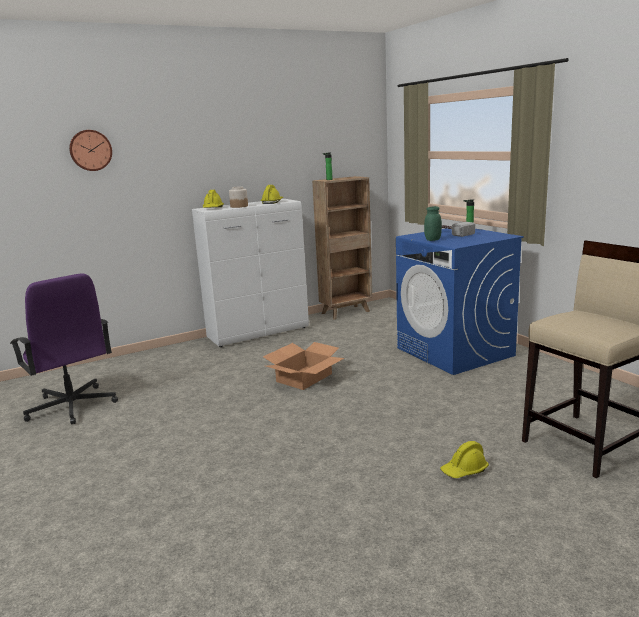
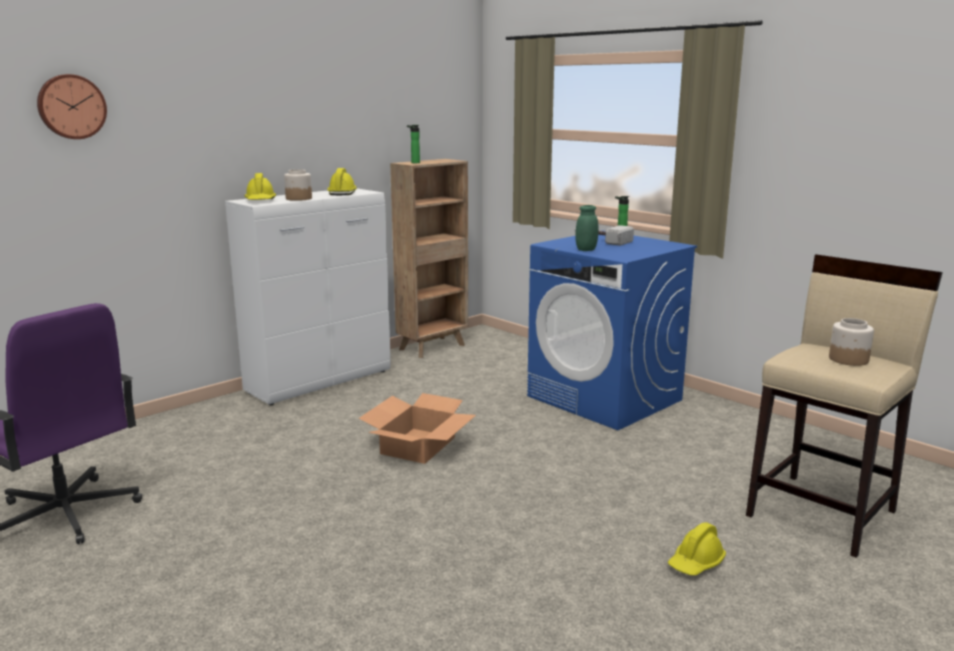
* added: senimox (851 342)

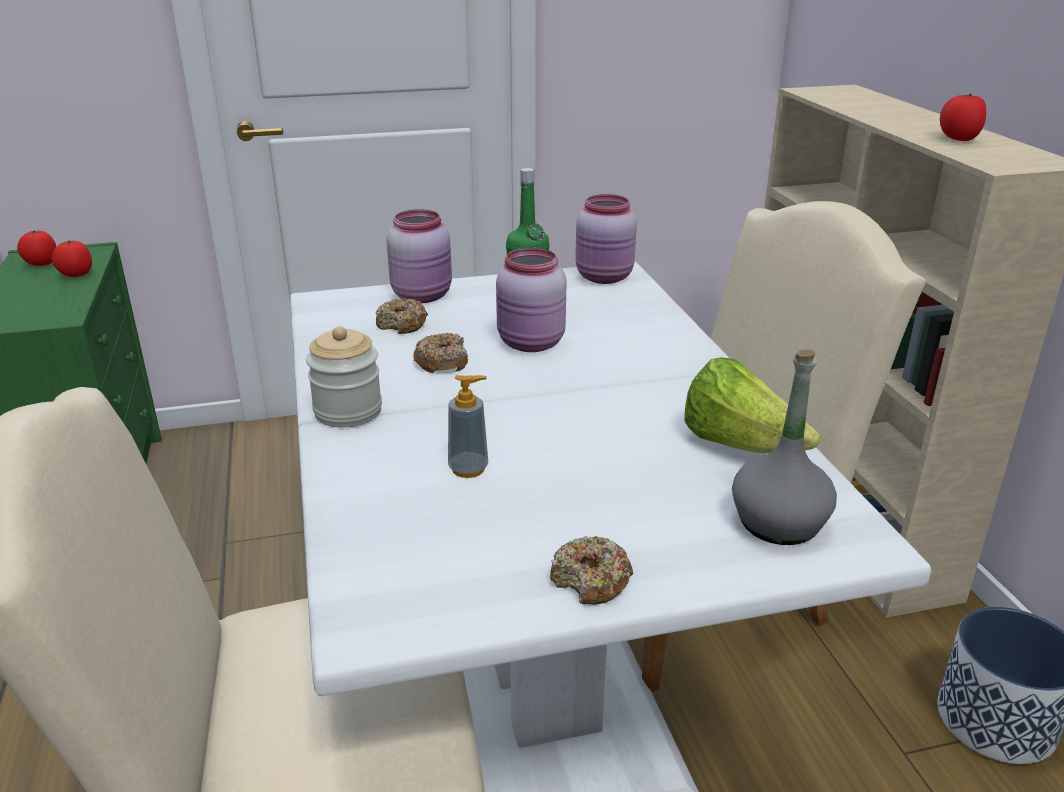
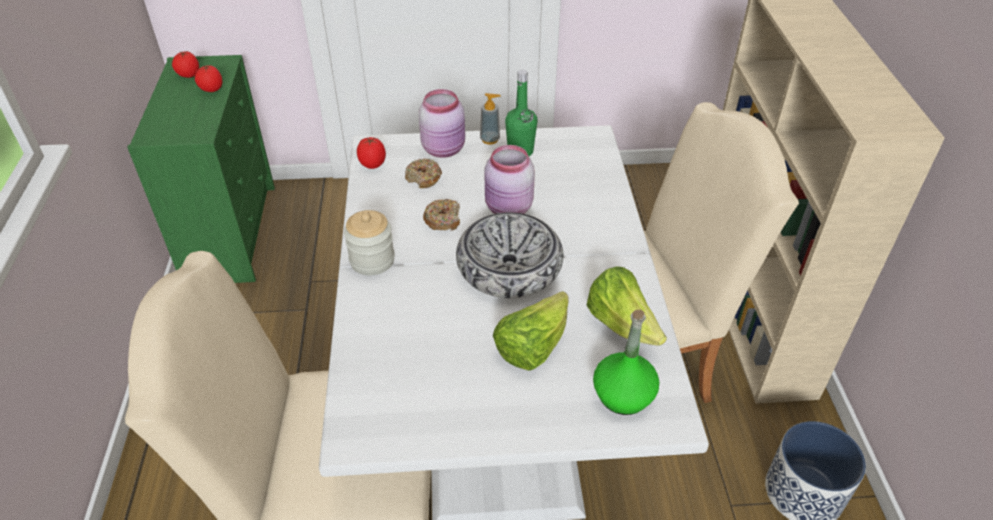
* moved: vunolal (963 117) to (371 153)
* added: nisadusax (509 255)
* moved: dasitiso (468 426) to (490 119)
* added: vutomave (531 331)
* recoloured: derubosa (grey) (784 447) to derubosa (green) (626 362)
* removed: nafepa (591 570)
* removed: senimox (pink) (606 239)

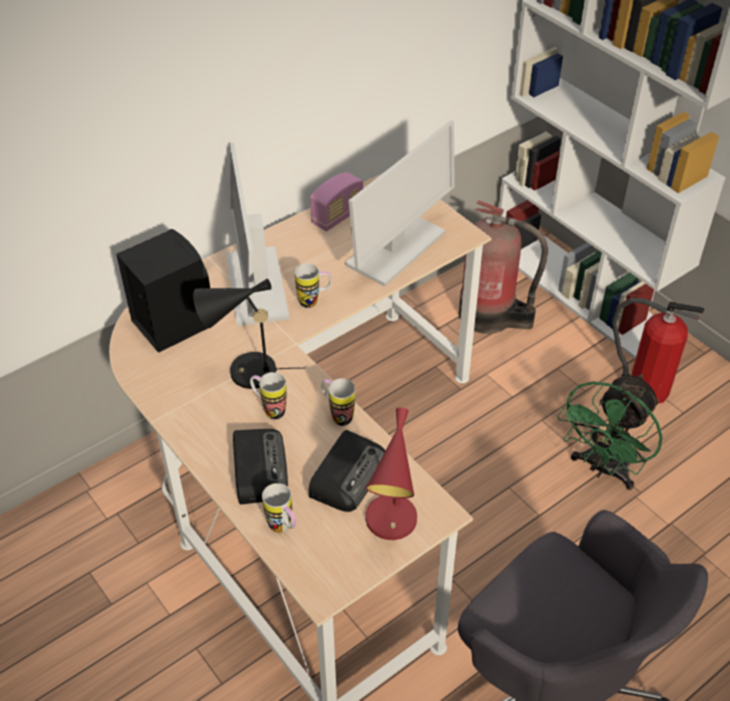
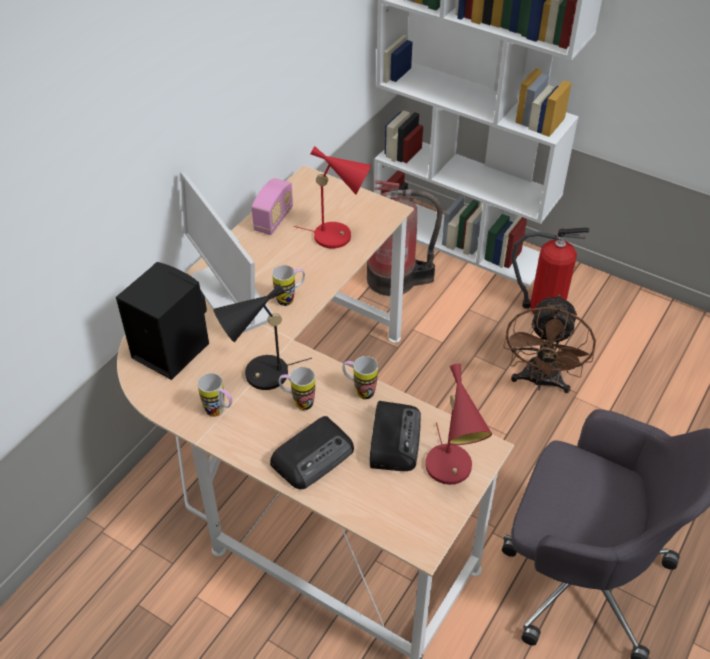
* moved: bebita (279 508) to (214 395)
* turned: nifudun (260 467) = (312 452) 75 degrees clockwise
* replaced: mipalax (400 203) to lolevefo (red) (332 197)
* recoloured: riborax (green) (610 432) to riborax (brown) (549 343)

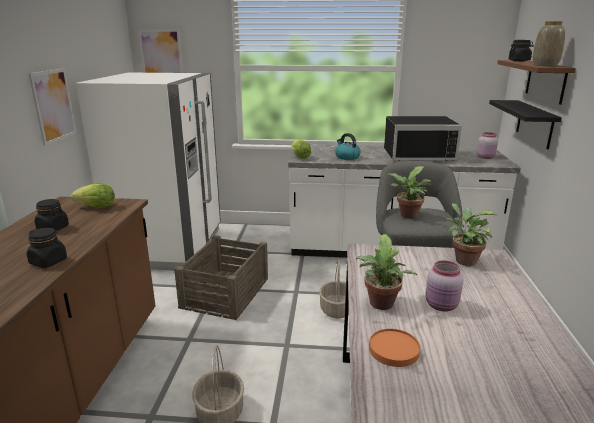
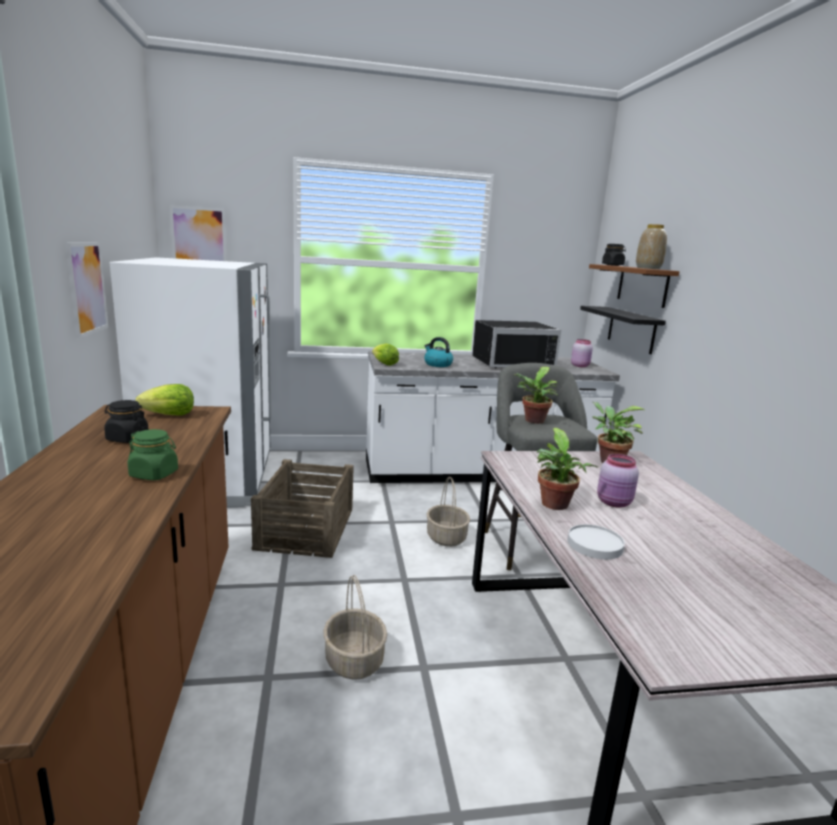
* recoloured: senimox (black) (47 248) to senimox (green) (153 454)
* recoloured: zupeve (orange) (394 348) to zupeve (white) (596 541)

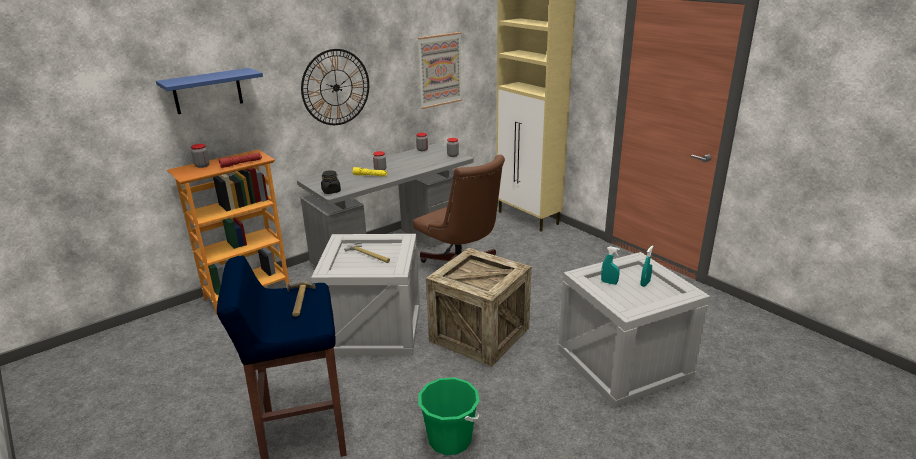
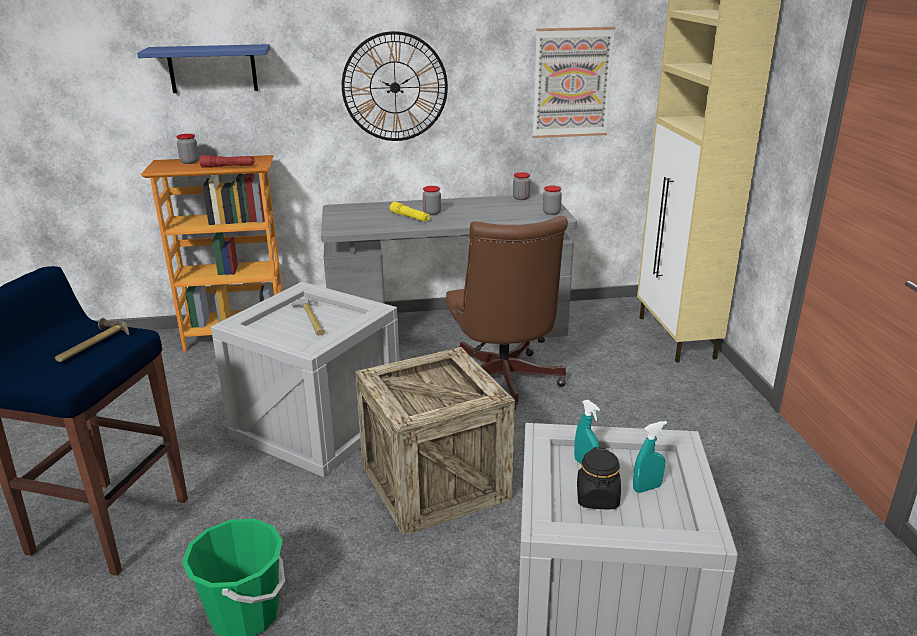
* moved: senimox (black) (331 182) to (599 478)

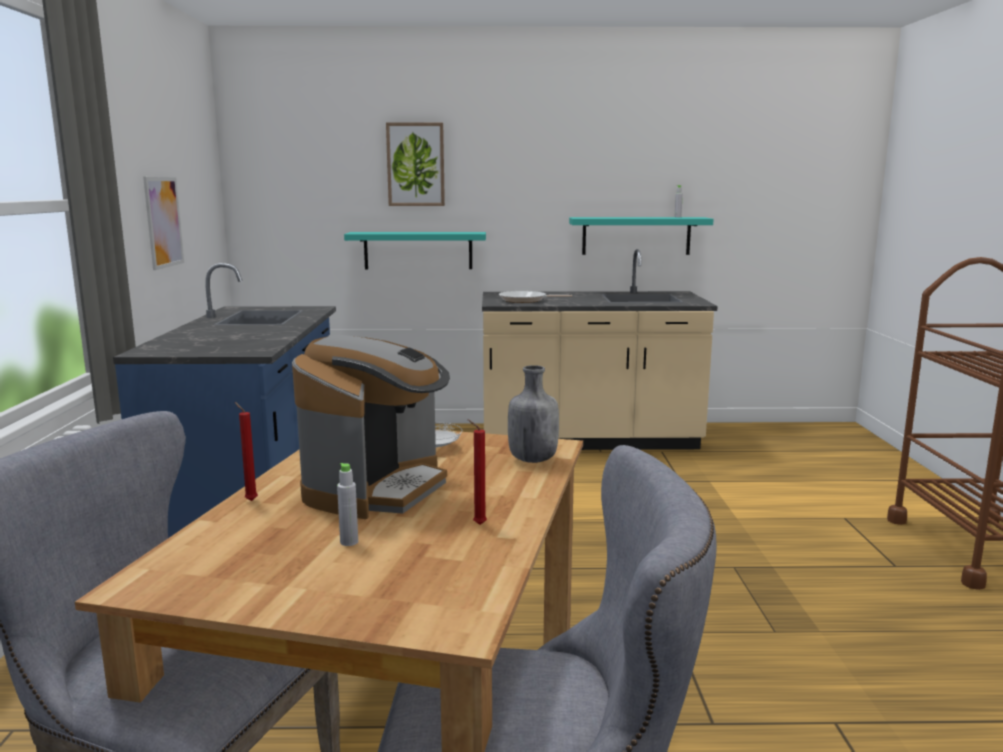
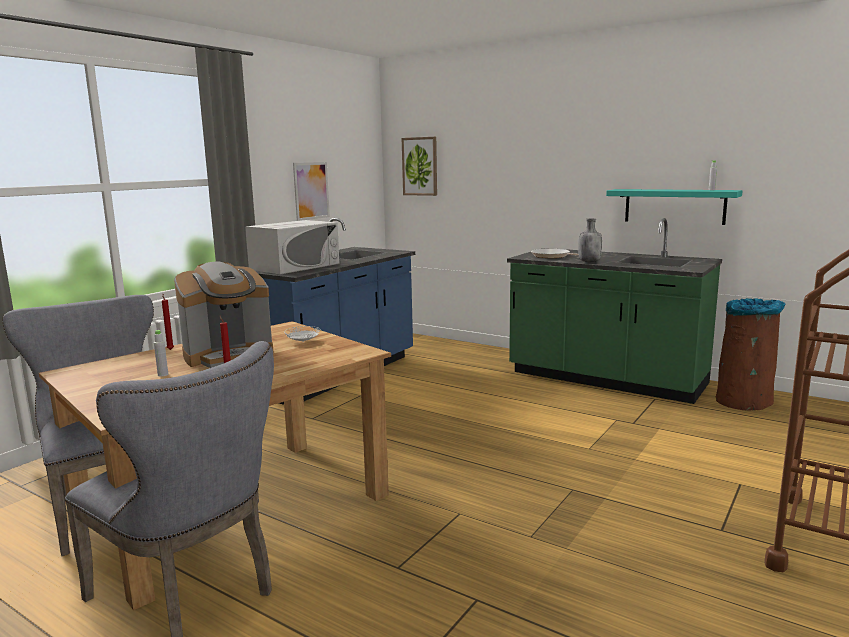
* added: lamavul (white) (292 247)
* moved: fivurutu (415 164) to (419 166)
* recoloured: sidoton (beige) (600 349) to sidoton (green) (614 311)
* moved: derubosa (grey) (533 414) to (590 240)
* added: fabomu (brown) (751 354)
* removed: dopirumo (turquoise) (415 250)

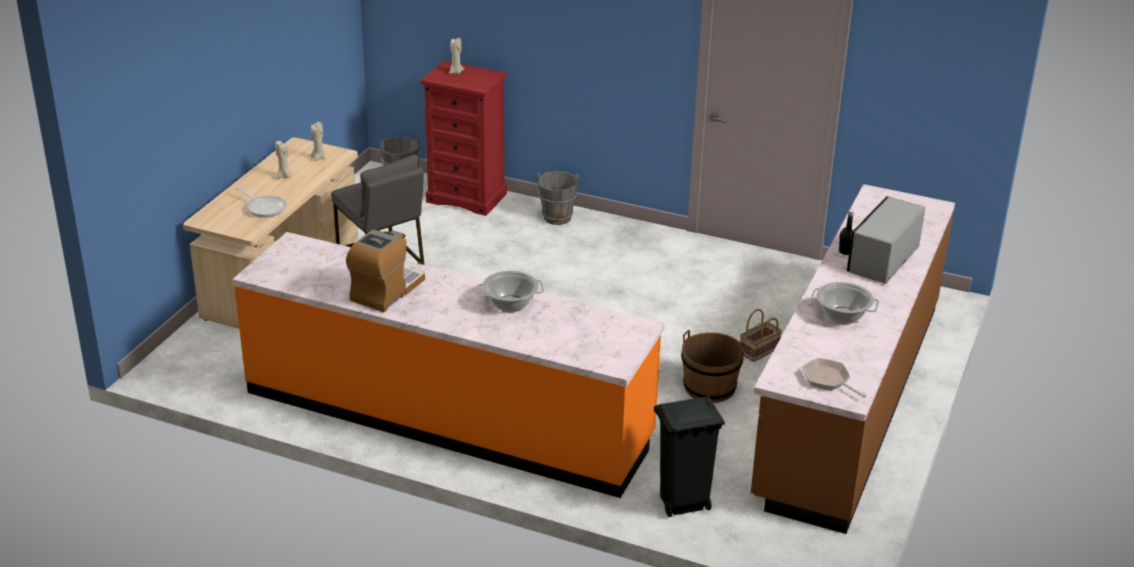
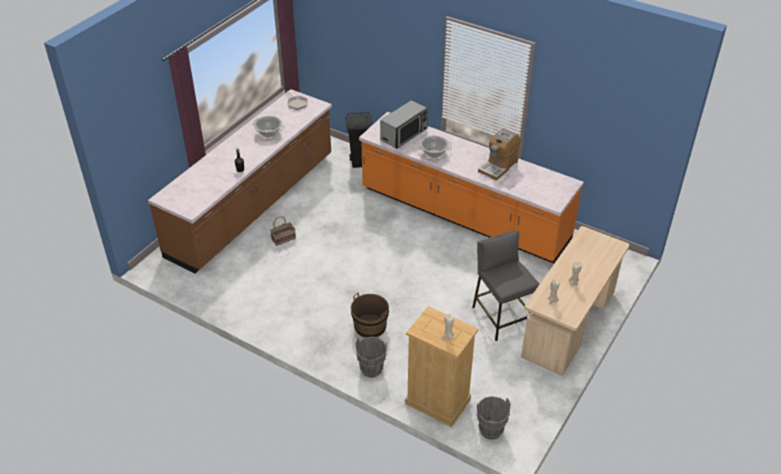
* moved: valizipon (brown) (713 366) to (370 315)
* moved: lamavul (886 240) to (404 124)
* recoloured: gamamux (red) (463 138) to gamamux (beige) (442 366)
* removed: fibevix (261 202)

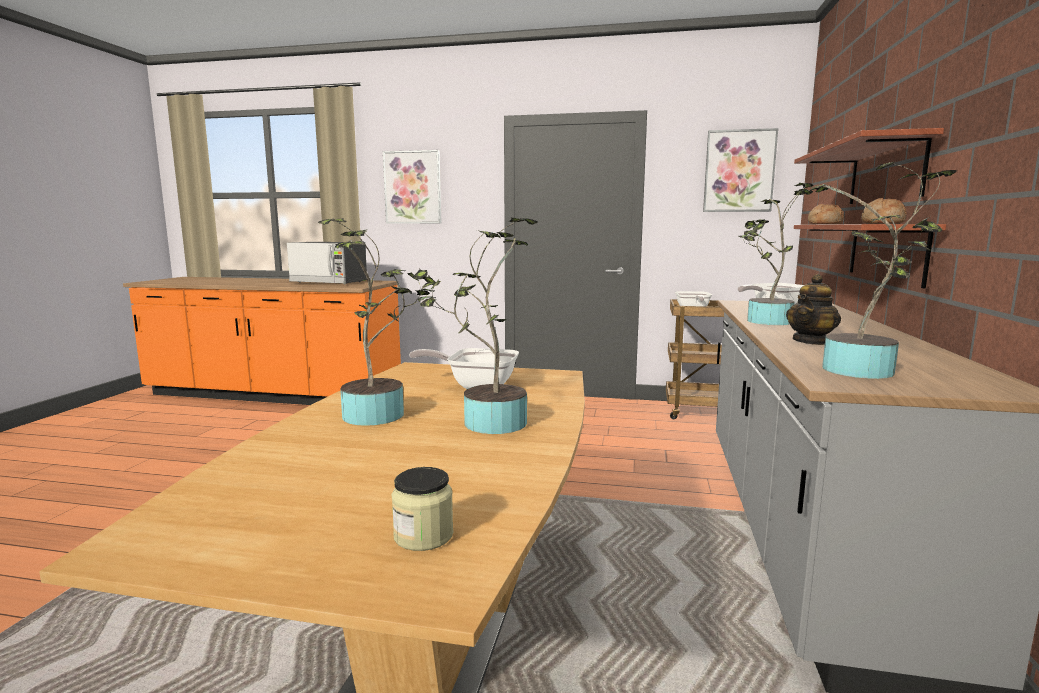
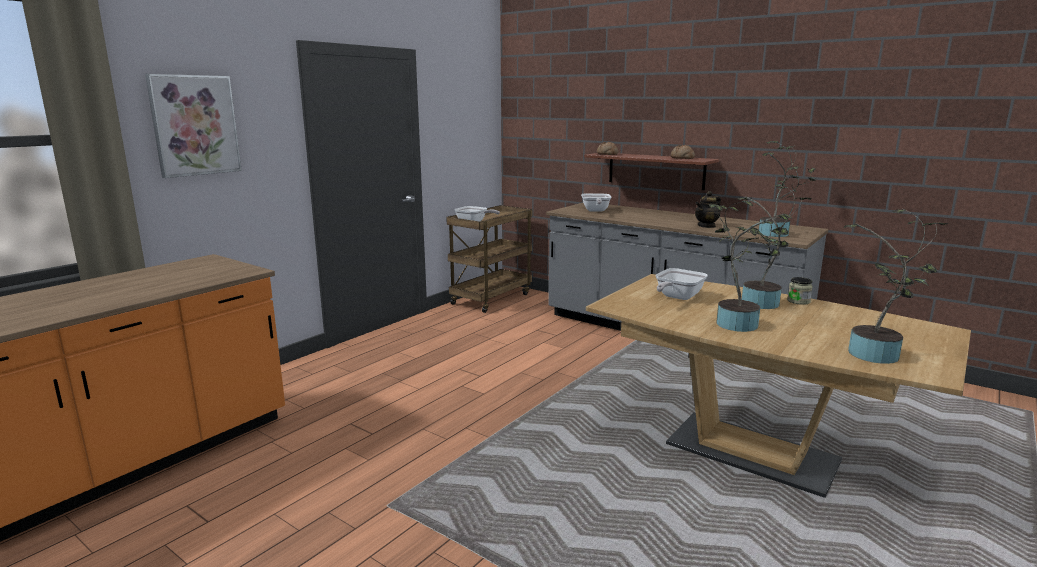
* turned: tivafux (813 309) = (708 209) 75 degrees clockwise
* moved: senimox (422 509) to (800 291)
* moved: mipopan (775 254) to (896 286)
* removed: lamavul (327 263)
* removed: fivurutu (740 170)
* removed: dopirumo (869 166)

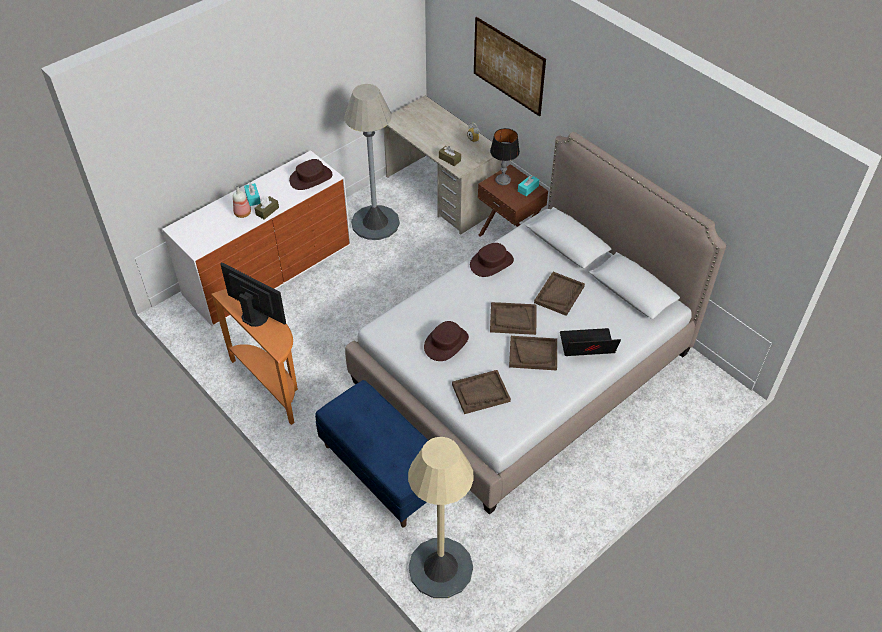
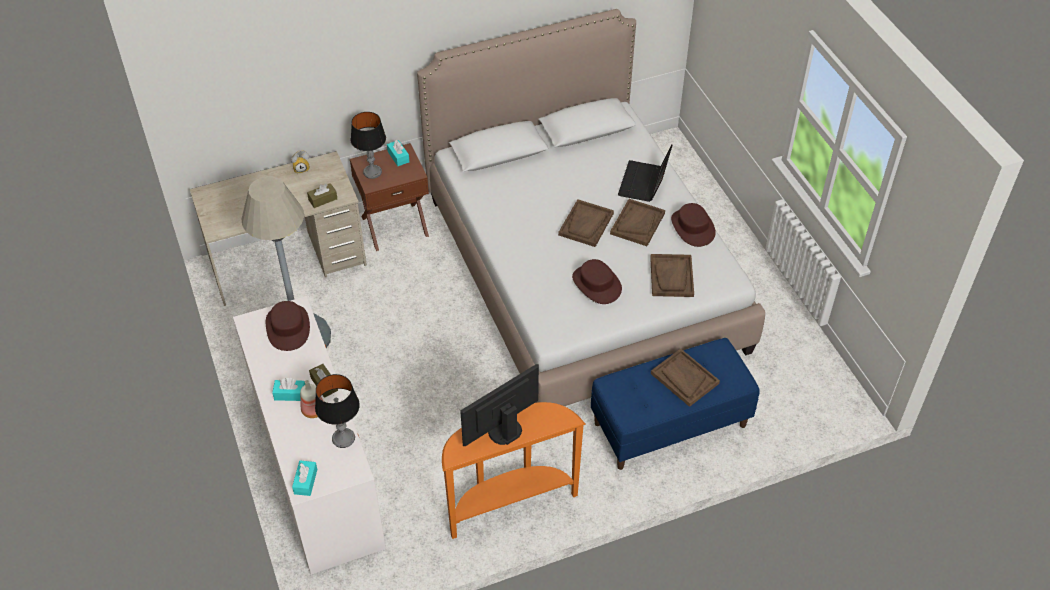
* added: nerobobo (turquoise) (304 478)
* added: lolevefo (337 411)
* moved: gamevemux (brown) (559 294) to (685 378)
* moved: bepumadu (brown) (492 260) to (693 225)
* removed: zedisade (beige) (441 517)
* removed: fivurutu (510 67)

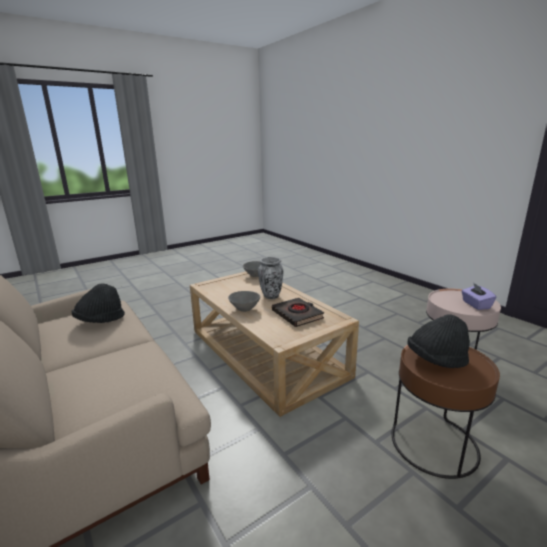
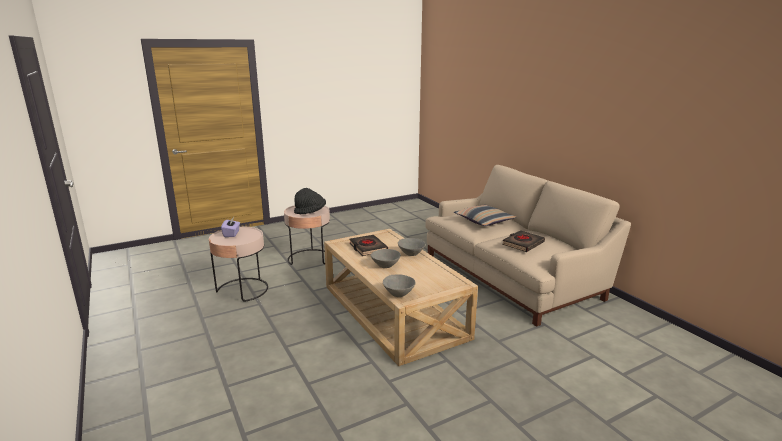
* recoloured: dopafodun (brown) (445 412) to dopafodun (pink) (307 235)
* replaced: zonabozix (270 278) to nisadusax (grey) (386 258)
* added: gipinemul (485 215)
* replaced: bepumadu (black) (98 303) to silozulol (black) (523 241)

